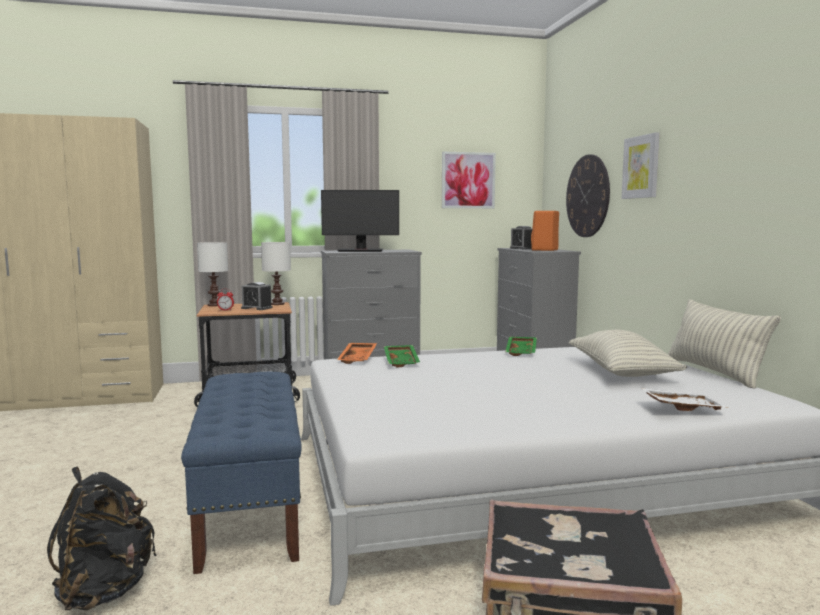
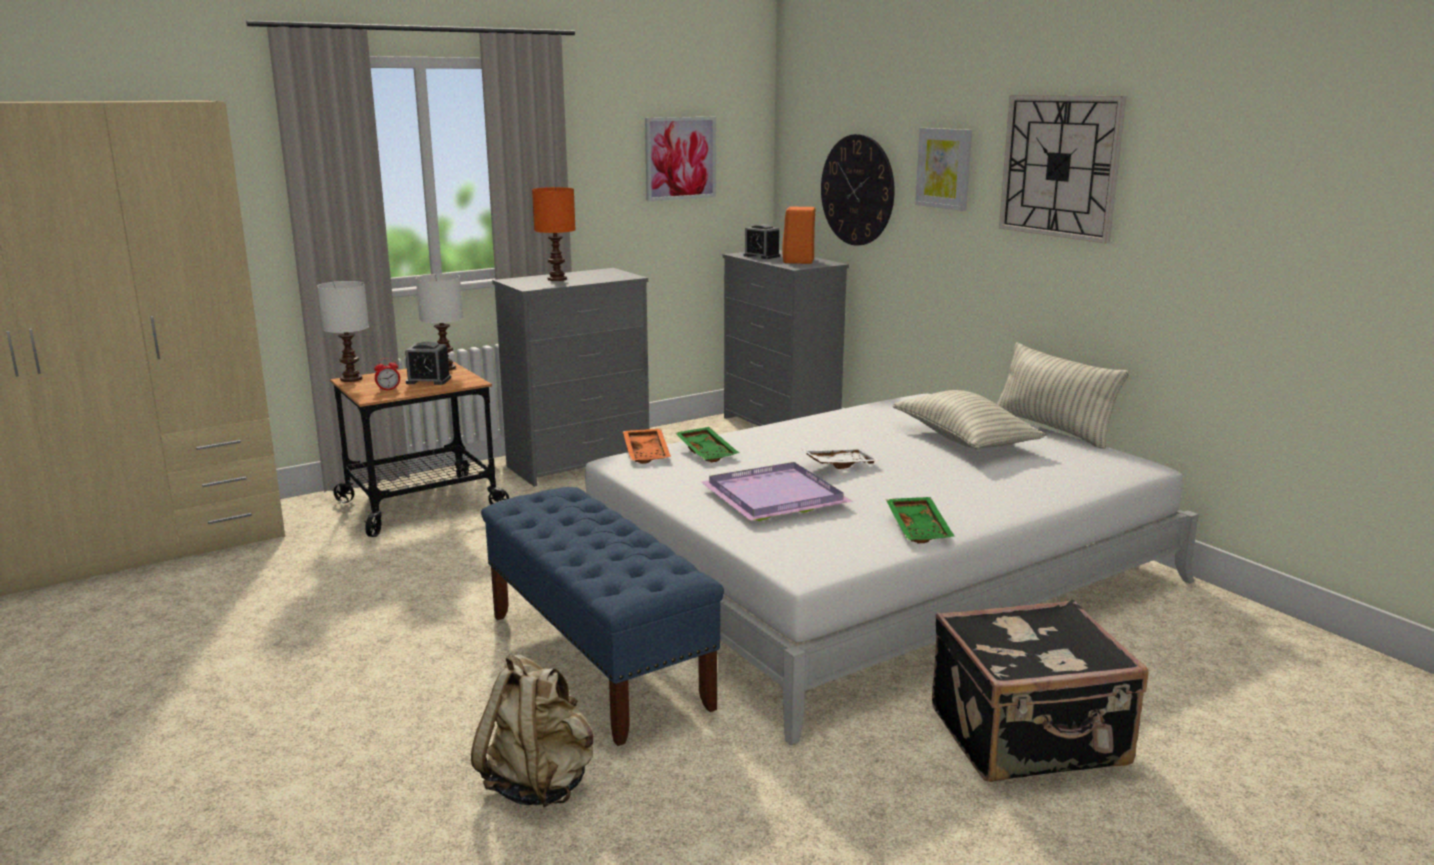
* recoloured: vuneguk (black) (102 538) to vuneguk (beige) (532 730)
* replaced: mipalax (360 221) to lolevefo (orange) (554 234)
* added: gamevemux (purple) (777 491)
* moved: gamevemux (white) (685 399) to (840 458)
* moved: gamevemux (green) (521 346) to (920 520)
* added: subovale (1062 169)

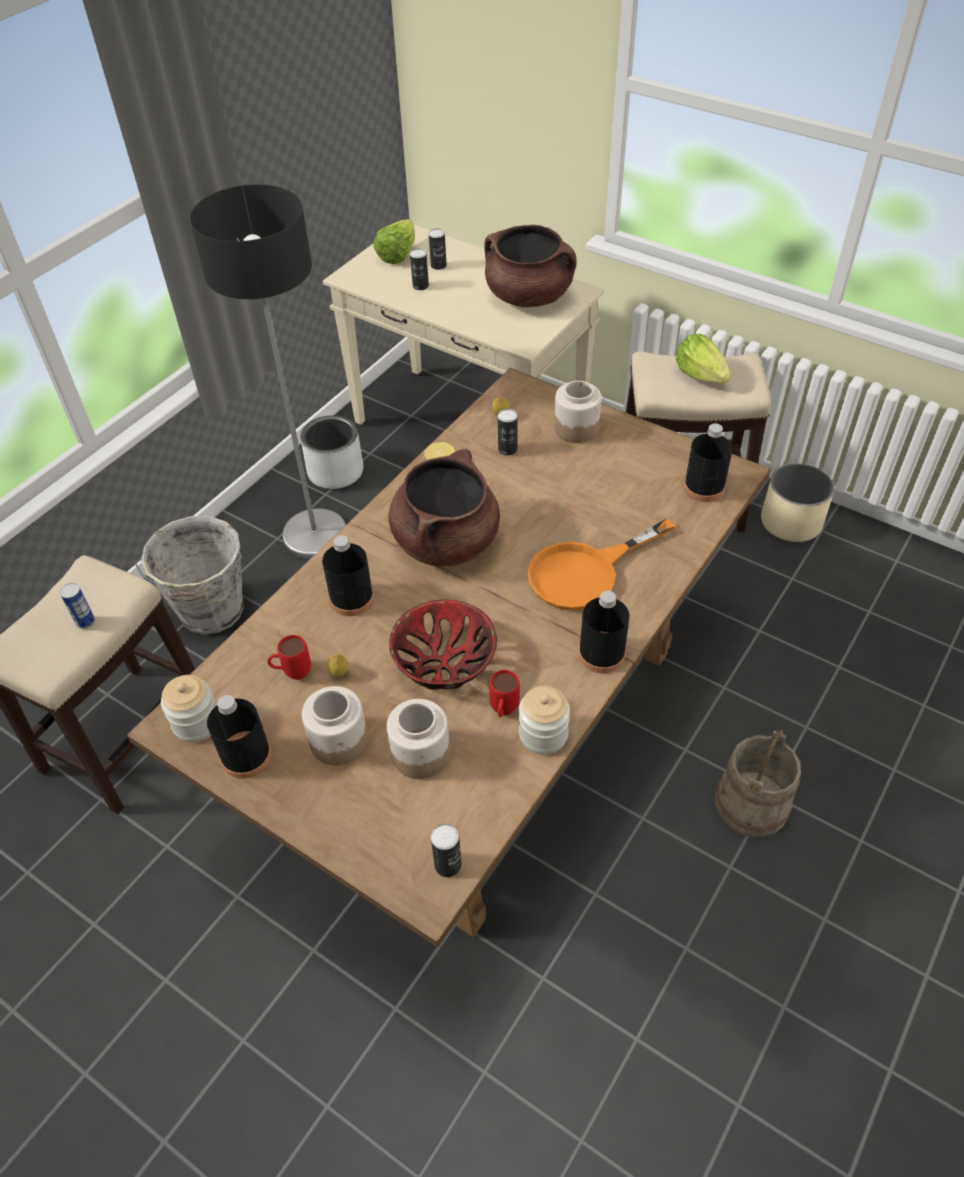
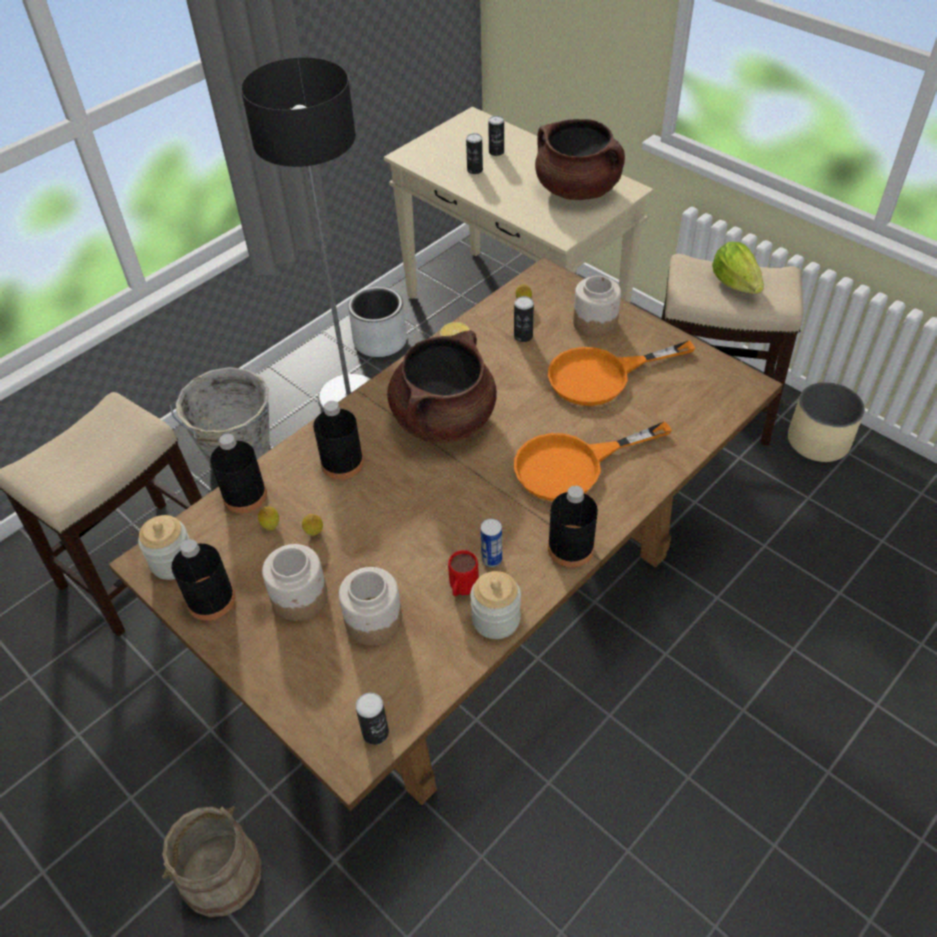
* moved: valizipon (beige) (758 784) to (212 861)
* moved: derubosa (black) (708 462) to (238 473)
* replaced: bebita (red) (289 657) to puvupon (268 518)
* moved: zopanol (77 606) to (491 543)
* added: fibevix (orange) (621 373)
* removed: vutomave (394 241)
* removed: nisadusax (443 645)

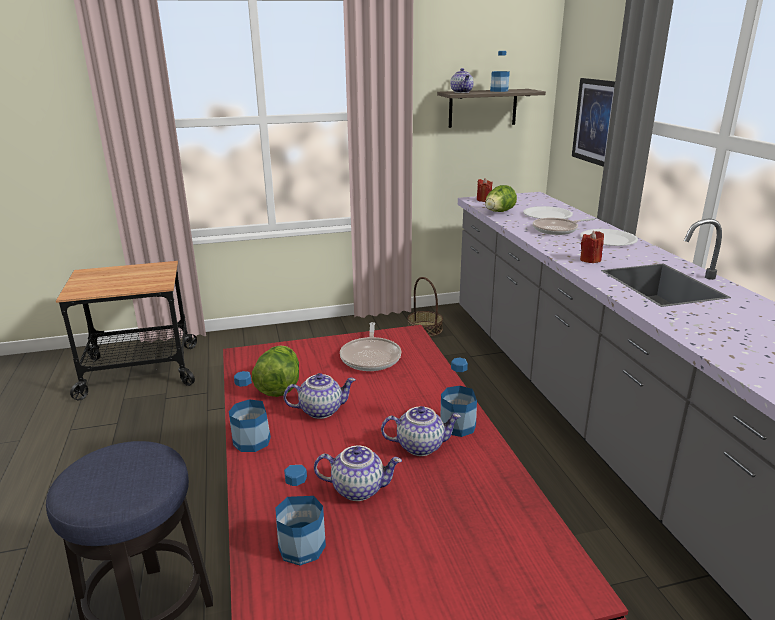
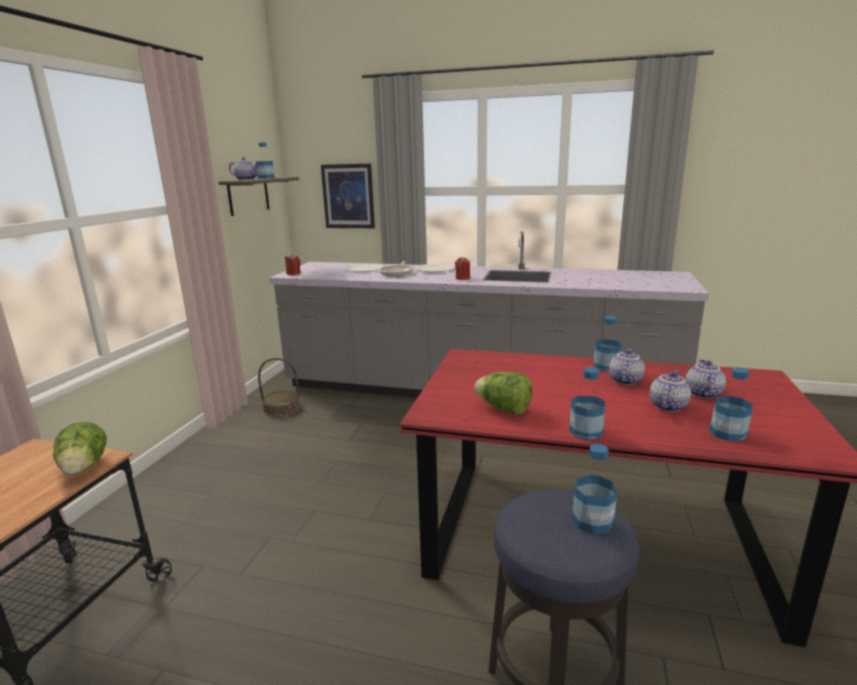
* moved: vutomave (501 198) to (80 448)
* added: derubosa (594 489)
* moved: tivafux (319 396) to (705 379)
* removed: fibevix (370 346)

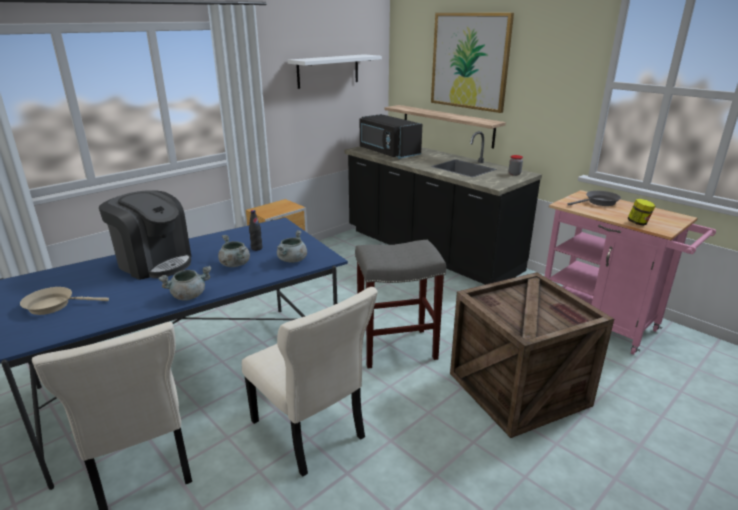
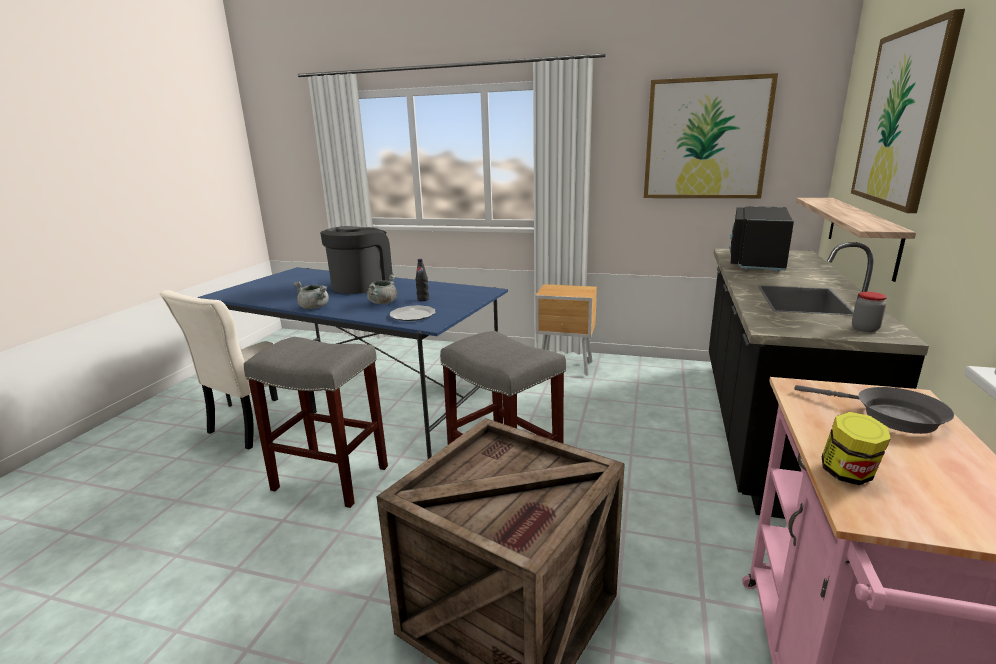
* replaced: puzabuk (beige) (310 382) to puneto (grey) (316 422)
* turned: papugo (145 235) = (357 260) 150 degrees counterclockwise
* replaced: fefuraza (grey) (292 246) to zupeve (412 313)
* replaced: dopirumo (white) (335 71) to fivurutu (711 135)
* removed: fibevix (beige) (64 301)

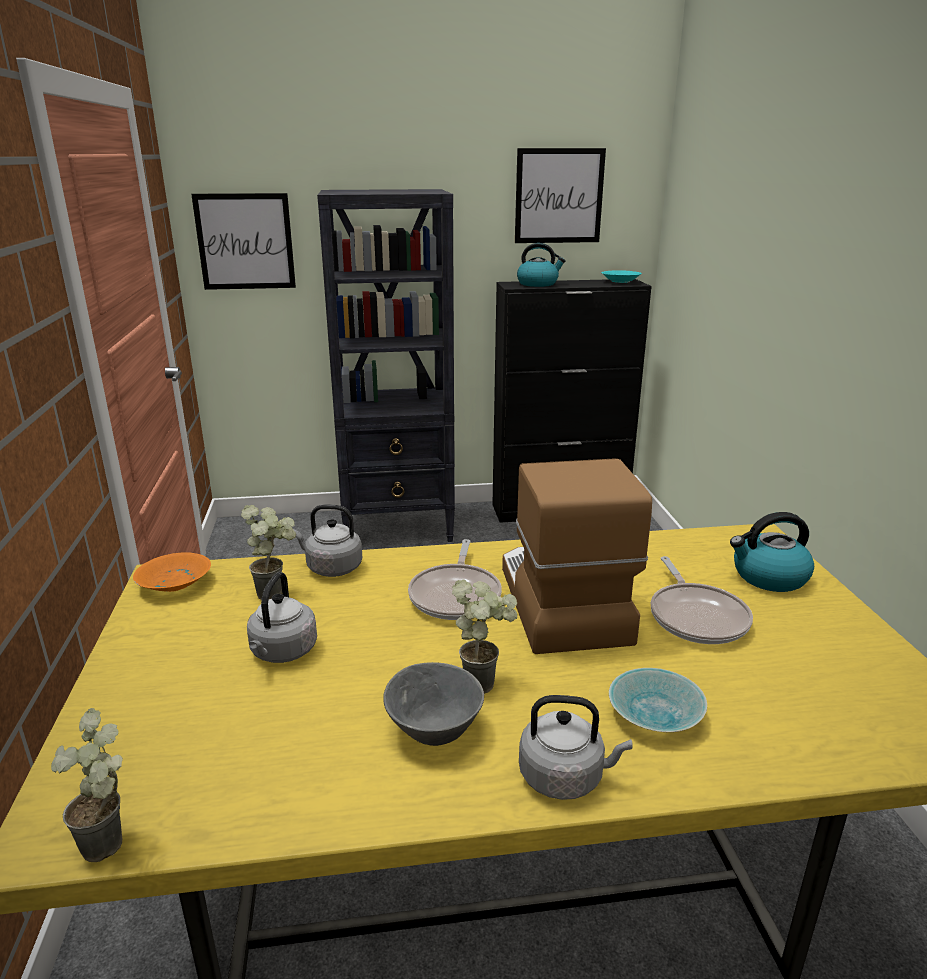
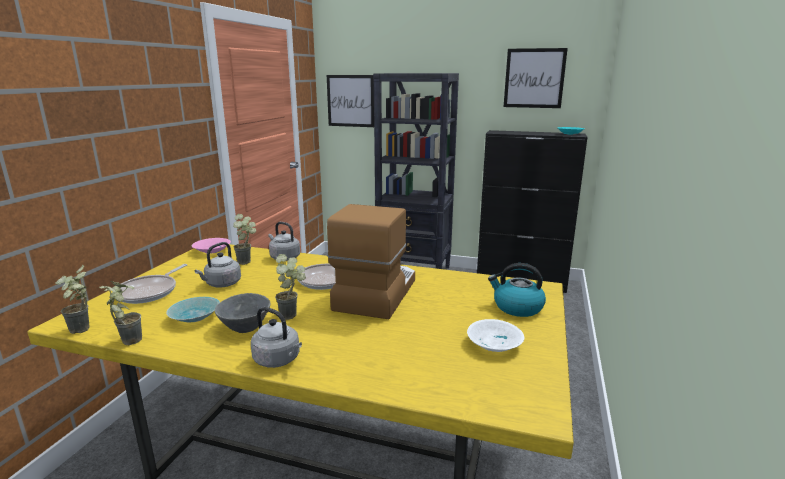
* added: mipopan (120 313)
* moved: fibevix (702 600) to (154 284)
* moved: nisadusax (turquoise) (658 700) to (193 310)
* recoloured: nisadusax (orange) (172 572) to nisadusax (pink) (211 245)
* added: nisadusax (white) (495 335)
* removed: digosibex (541 265)

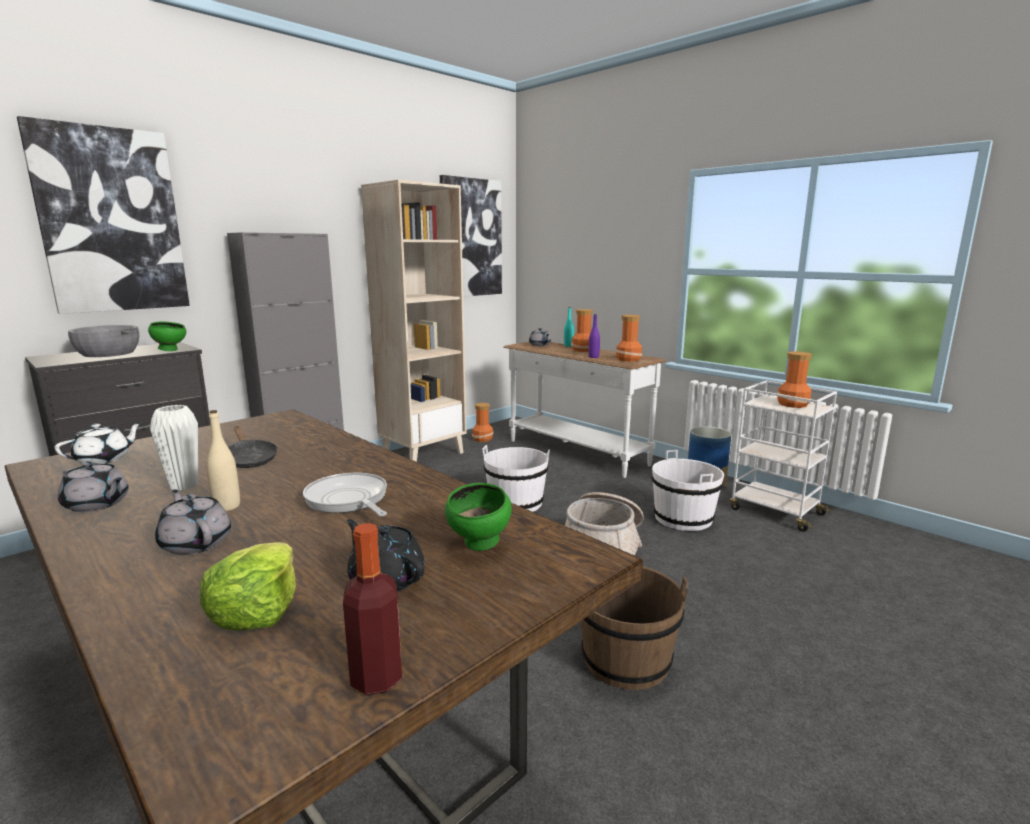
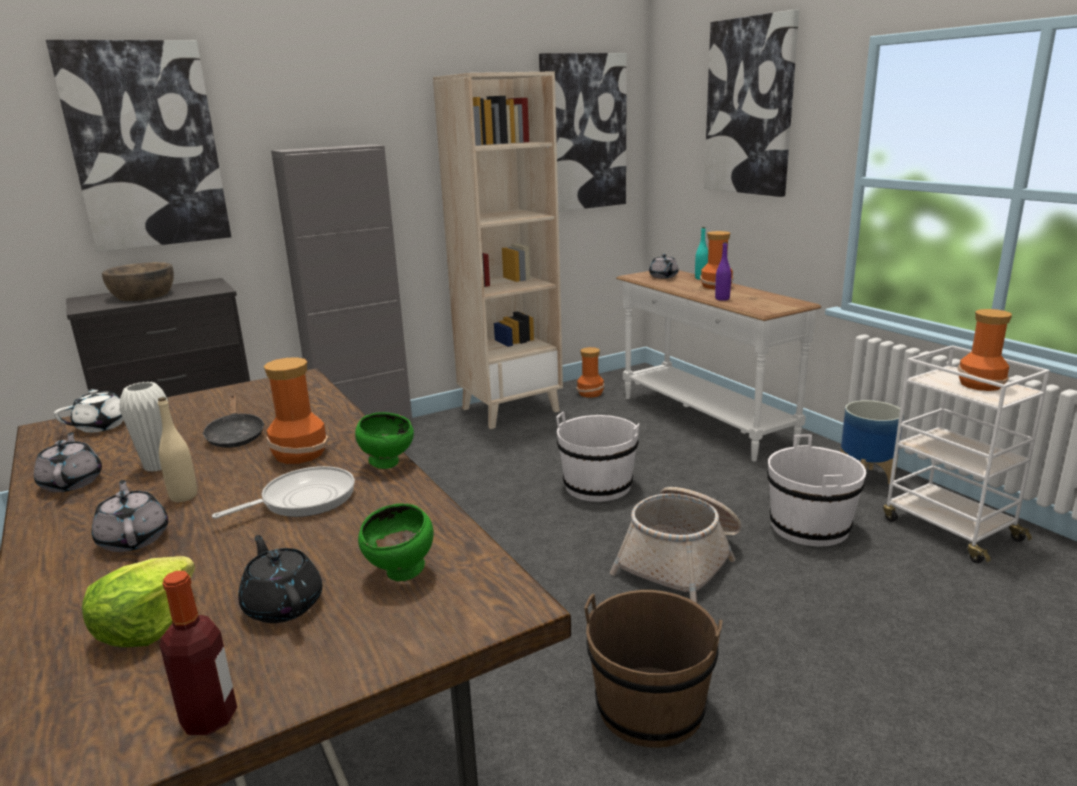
* turned: tivafux (grey) (93 486) = (68 462) 150 degrees counterclockwise
* recoloured: nisadusax (grey) (103 341) to nisadusax (brown) (138 281)
* turned: fibevix (345 494) = (283 492) 75 degrees clockwise
* moved: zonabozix (629 338) to (296 410)
* moved: nisadusax (green) (167 336) to (384 440)
* added: fivurutu (751 103)

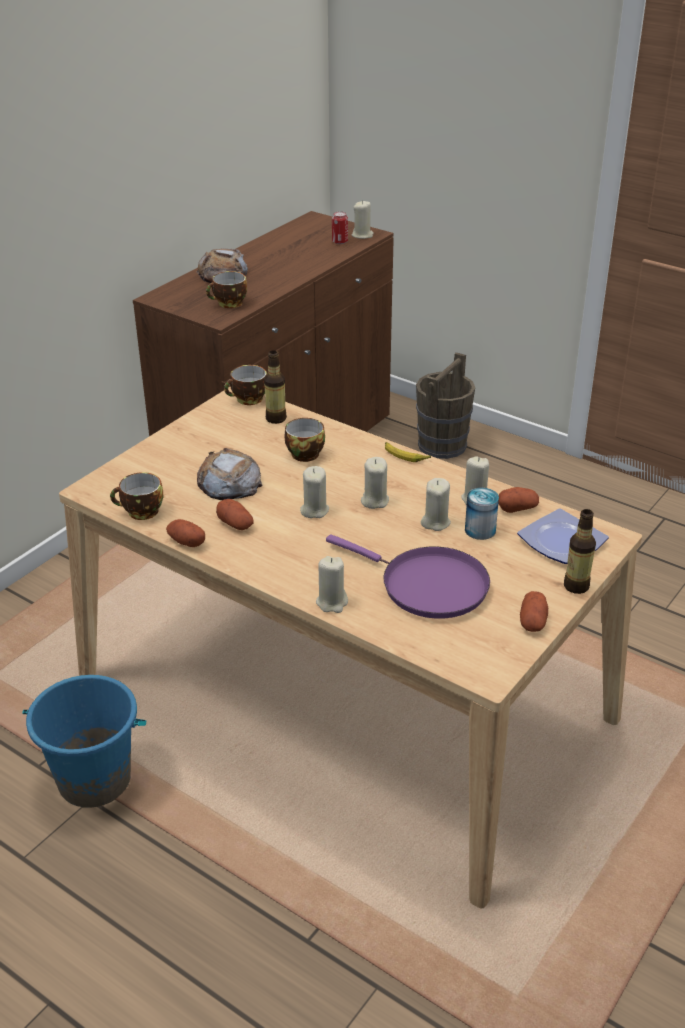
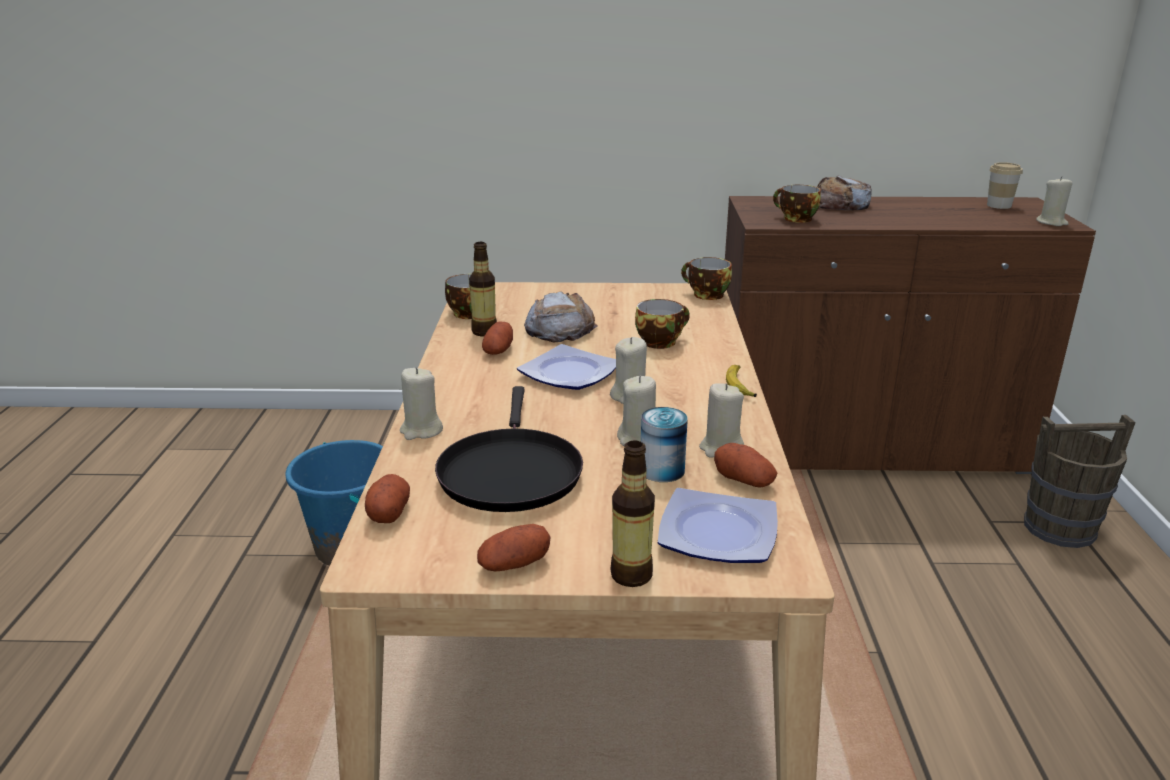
* moved: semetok (185 533) to (387 498)
* recoloured: fibevix (purple) (408 576) to fibevix (black) (509 449)
* moved: derubosa (275 387) to (483 289)
* replaced: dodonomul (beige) (314 492) to zupeve (566 367)
* added: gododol (1005 185)
* removed: zopanol (340 227)

